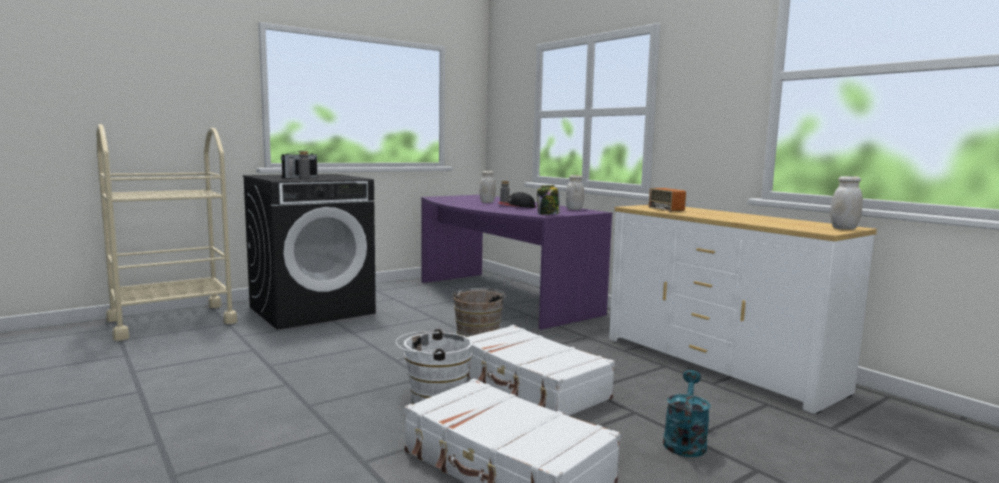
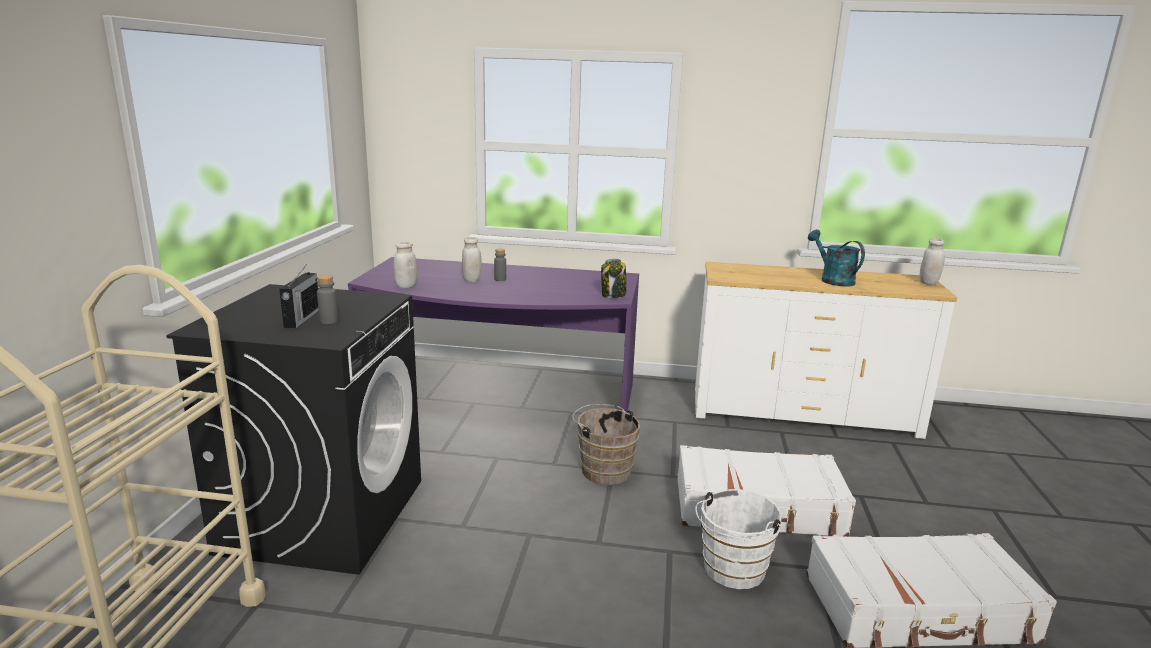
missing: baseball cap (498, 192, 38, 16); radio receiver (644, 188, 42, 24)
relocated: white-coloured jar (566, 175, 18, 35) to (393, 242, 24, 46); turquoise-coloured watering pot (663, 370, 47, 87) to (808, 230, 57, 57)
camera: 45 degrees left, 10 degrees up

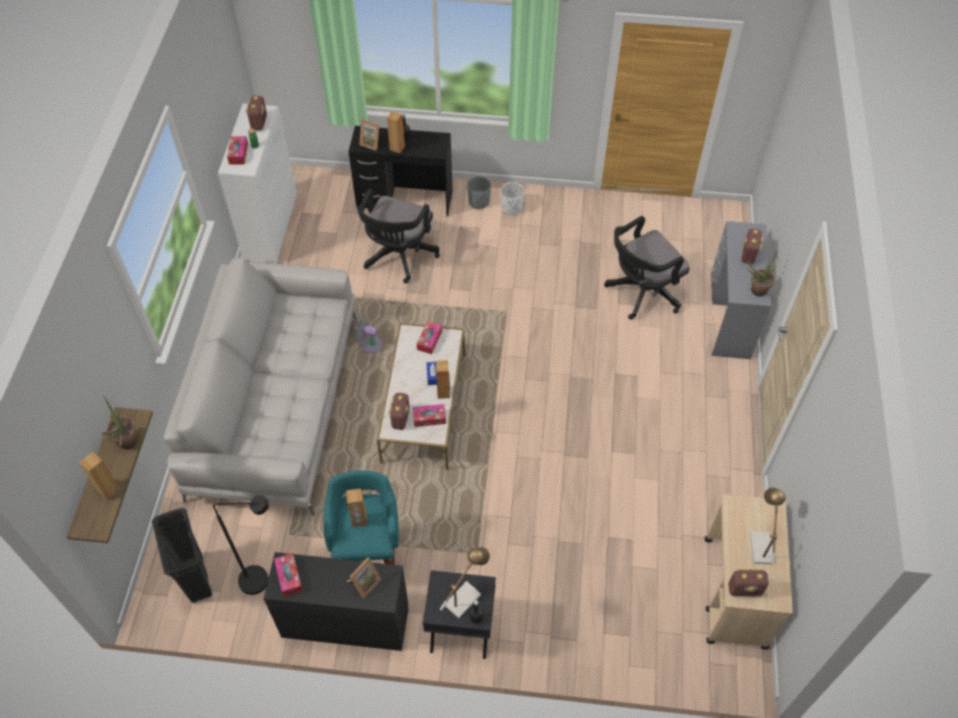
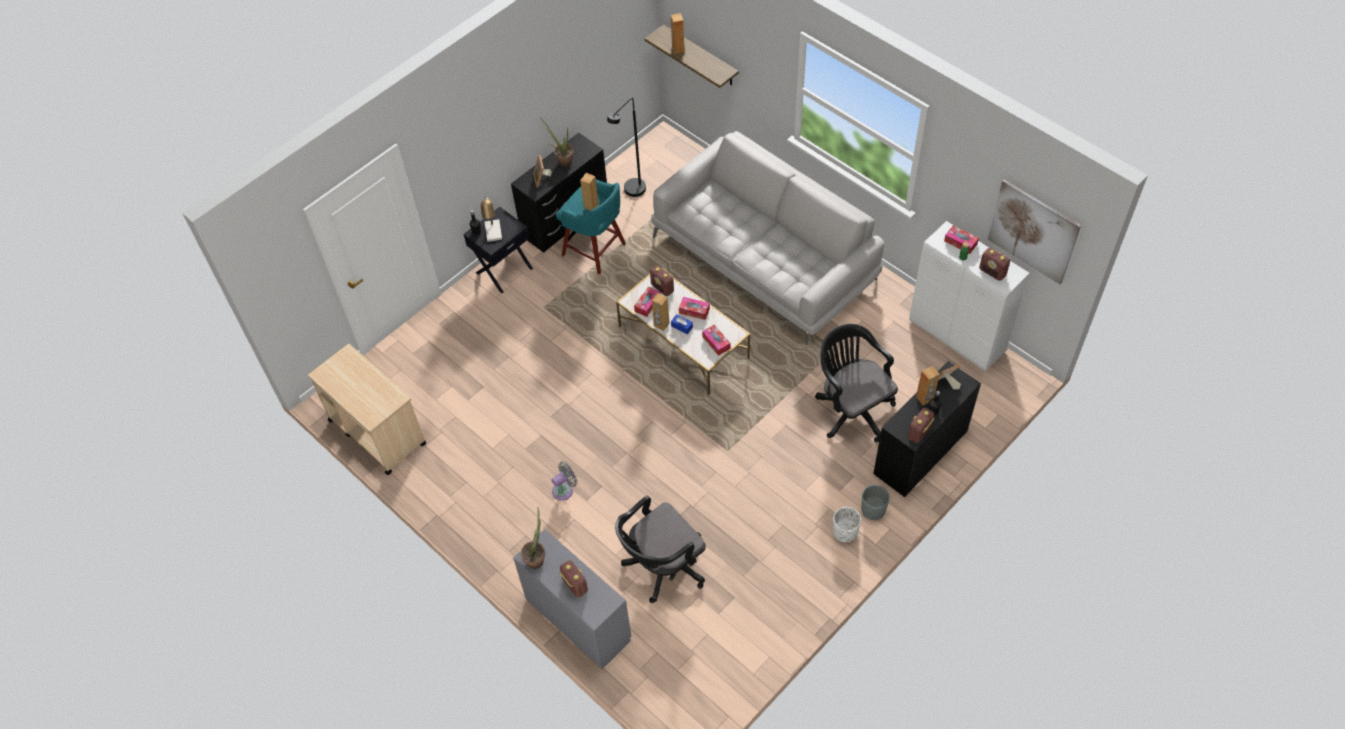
missing: blackish rubbish bin (152, 508, 60, 95); lamp for a table (750, 487, 35, 77)
appeared: picture (988, 180, 93, 104)
relocated: potted plant (102, 396, 35, 53) to (540, 117, 34, 50); tissue holder (274, 553, 29, 43) to (679, 297, 31, 23); gray fan (353, 315, 29, 38) to (552, 461, 26, 40); radio receiver (728, 569, 41, 27) to (908, 408, 26, 35)
spun: blackish office chair (604, 216, 85, 104) = (615, 495, 91, 108) 135 degrees counterclockwise
camera: 130 degrees right, 0 degrees up

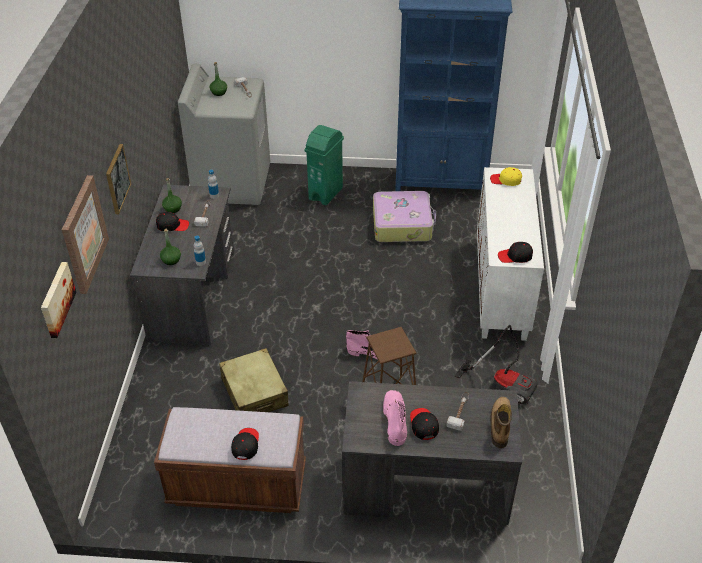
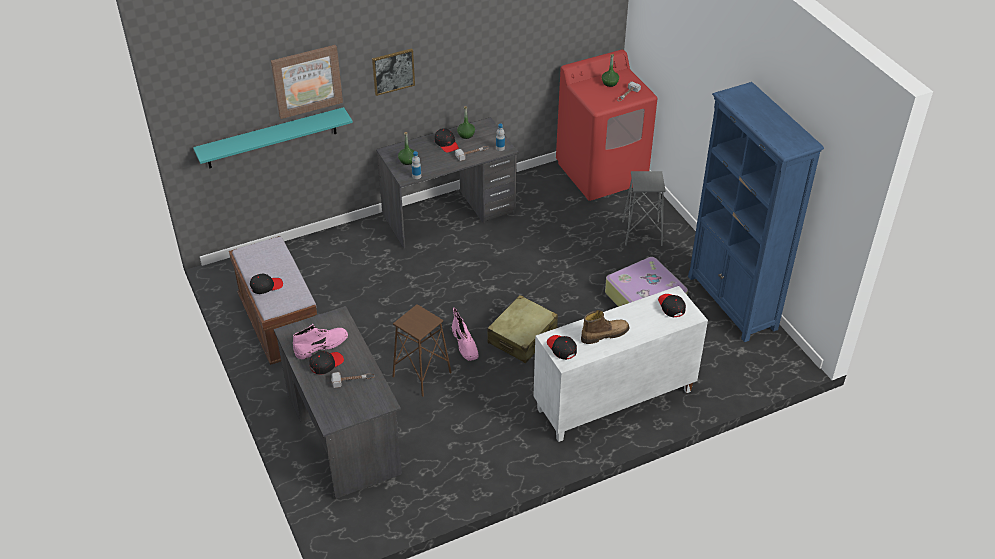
missing: picture (41, 262, 35, 76); hoover (455, 325, 83, 79)
appeared: turquoise-coloured shelf (193, 107, 160, 61)
relocated: sand-coloured suitcase (219, 348, 70, 64) to (487, 295, 71, 68); high-top boot (490, 397, 22, 51) to (581, 310, 48, 34)
exchanged: green-coloured rubbish bin (305, 125, 39, 80) to gray stool seat (622, 171, 44, 75)
colour: gray laundry appliance (178, 64, 92, 141) to red laundry appliance (556, 50, 102, 151); yellow baseball cap (490, 167, 32, 19) to blackish baseball cap (658, 294, 28, 23)
camera: 60 degrees right, 0 degrees up

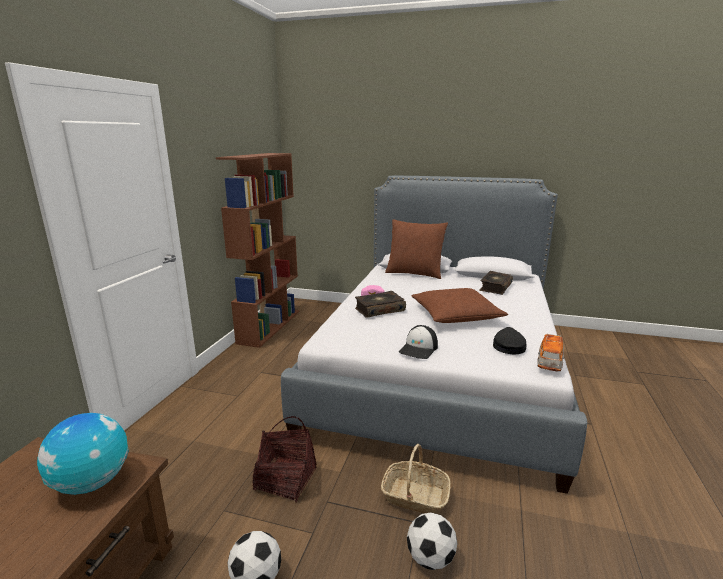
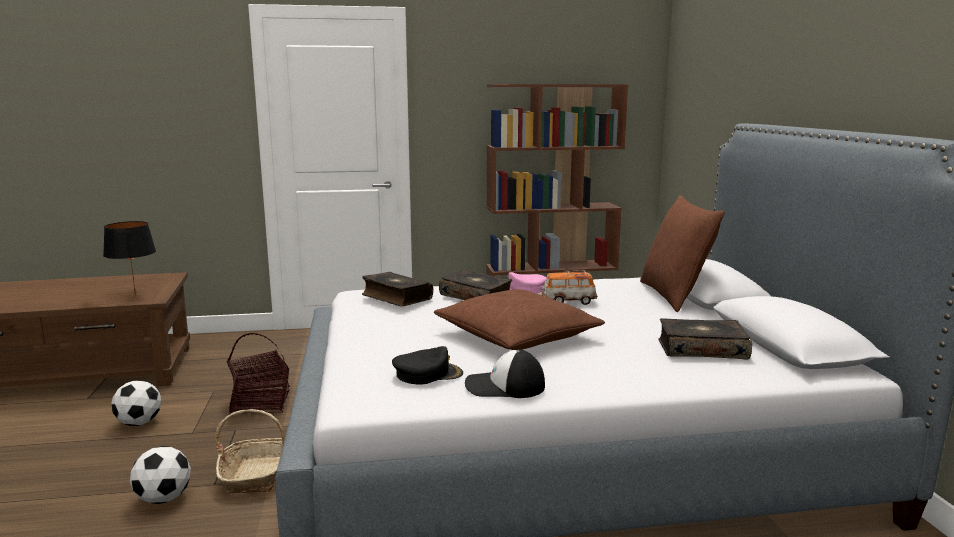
appeared: volume (362, 272, 71, 35)
relocated: baseball cap (399, 325, 39, 34) to (465, 349, 80, 49); model car (537, 333, 27, 38) to (542, 270, 55, 35)
exchanged: world globe (37, 413, 92, 82) to blackish lamp for a table (103, 221, 53, 74)
camera: 65 degrees right, 5 degrees down

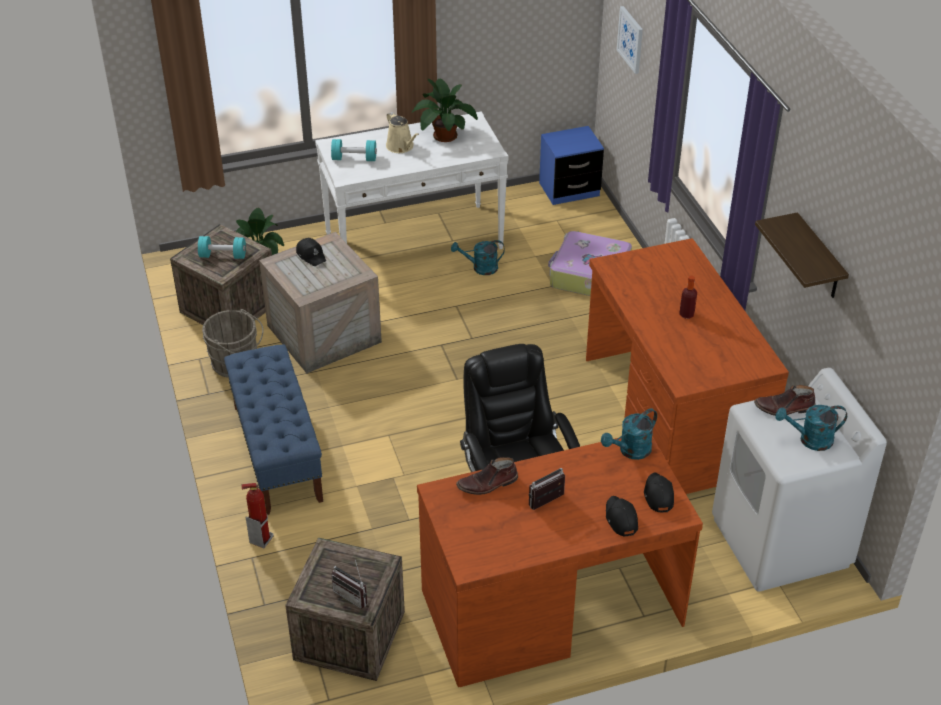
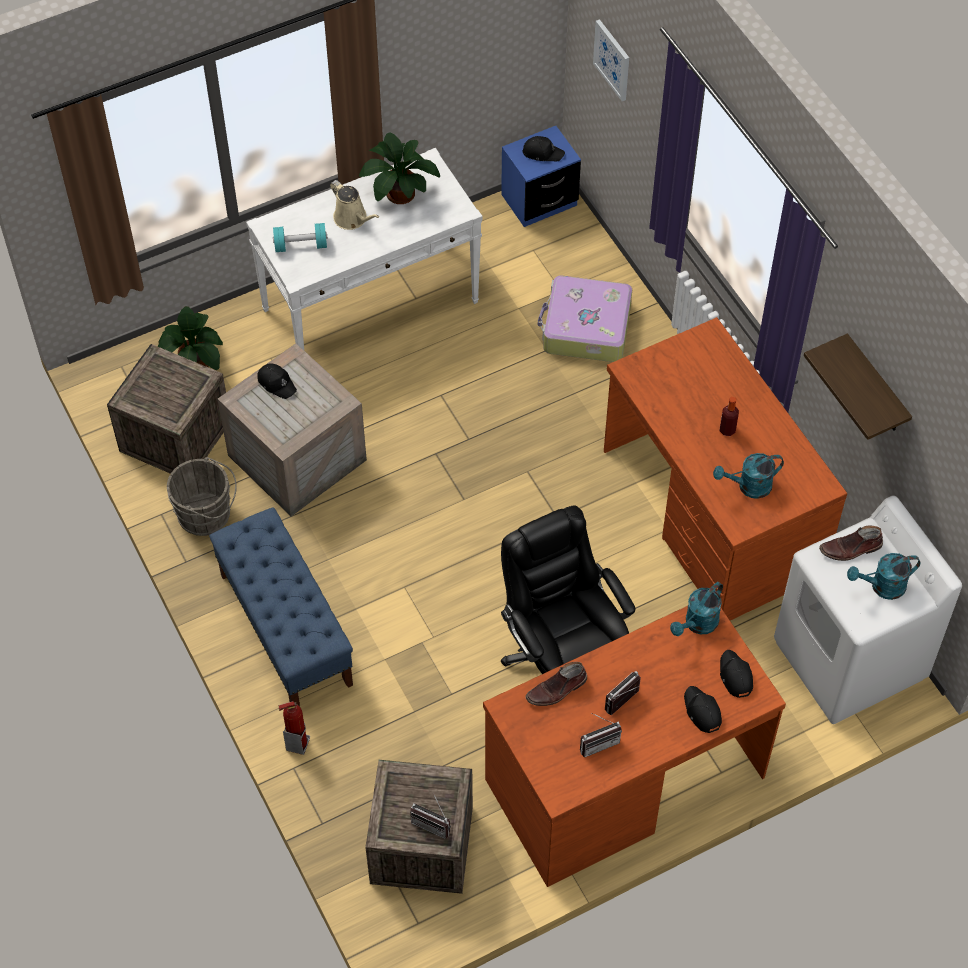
missing: turquoise-coloured free weight (198, 236, 48, 23)
appeared: blackish baseball cap (522, 136, 43, 25); radio receiver (580, 713, 42, 44)
relocated: turquoise-coloured watering pot (451, 240, 54, 35) to (713, 453, 71, 46)
camera: 10 degrees left, 15 degrees up

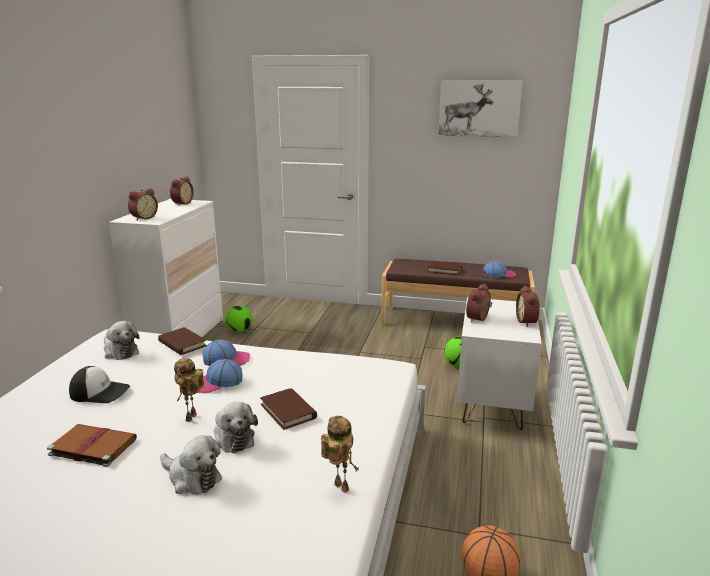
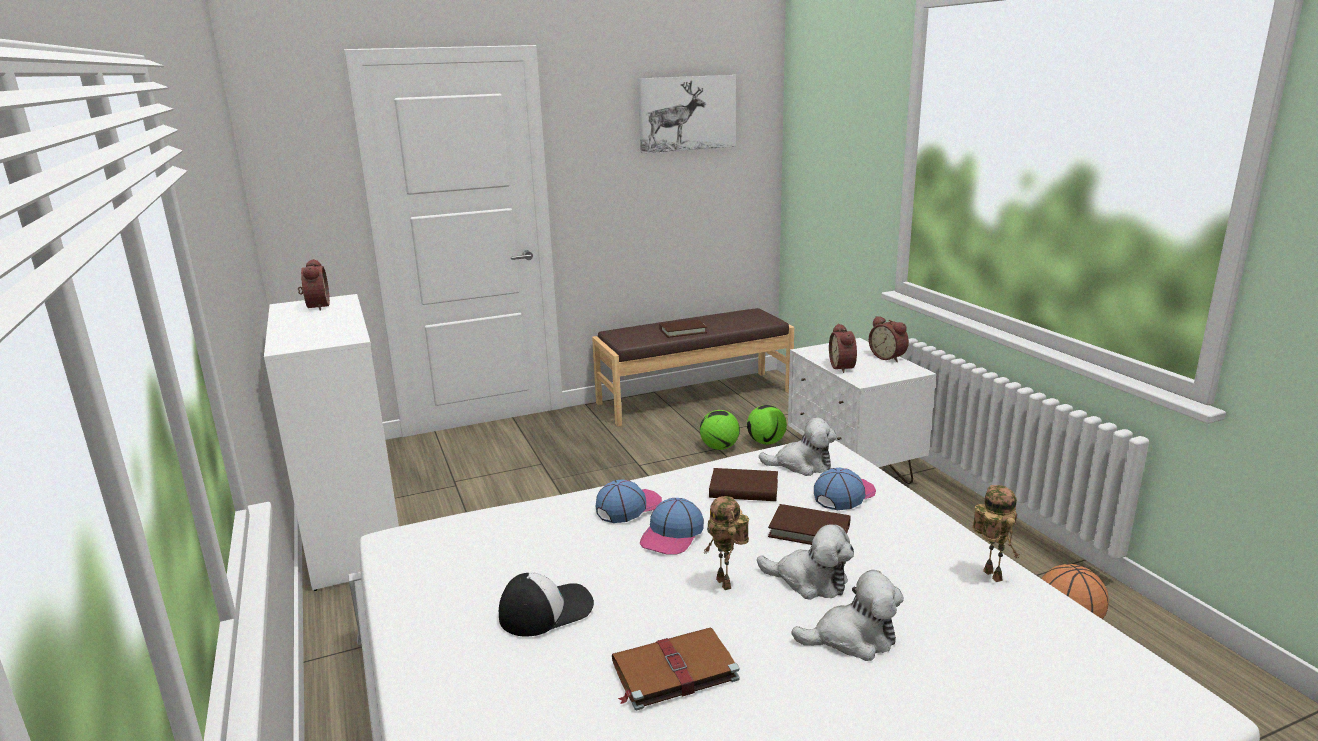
missing: table clock (128, 188, 30, 33)
relocated: plush toy (104, 321, 35, 39) to (759, 417, 78, 59); brownish volume (158, 327, 49, 28) to (709, 468, 69, 33); football (225, 306, 28, 27) to (700, 410, 40, 40); baseball cap (483, 260, 33, 18) to (814, 467, 62, 43)
spun: robot figure (321, 416, 38, 77) = (972, 485, 48, 97) 60 degrees clockwise
camera: 35 degrees left, 0 degrees up

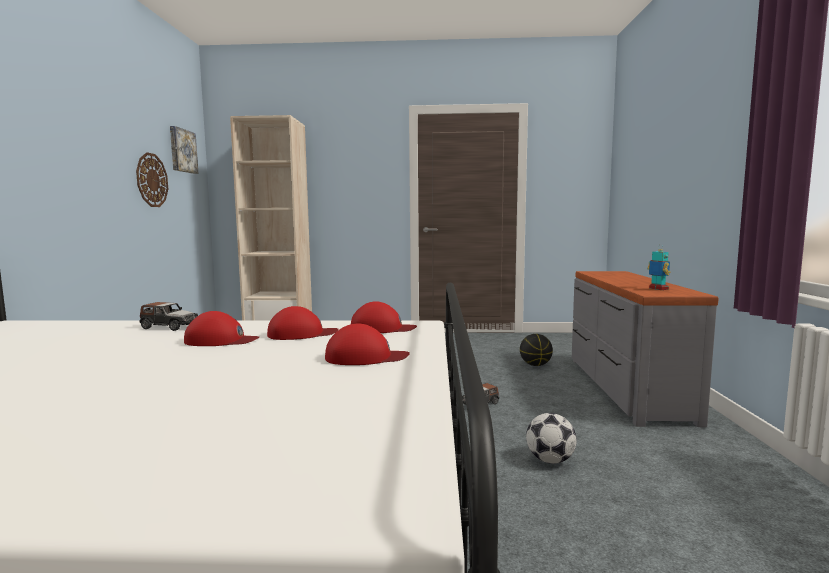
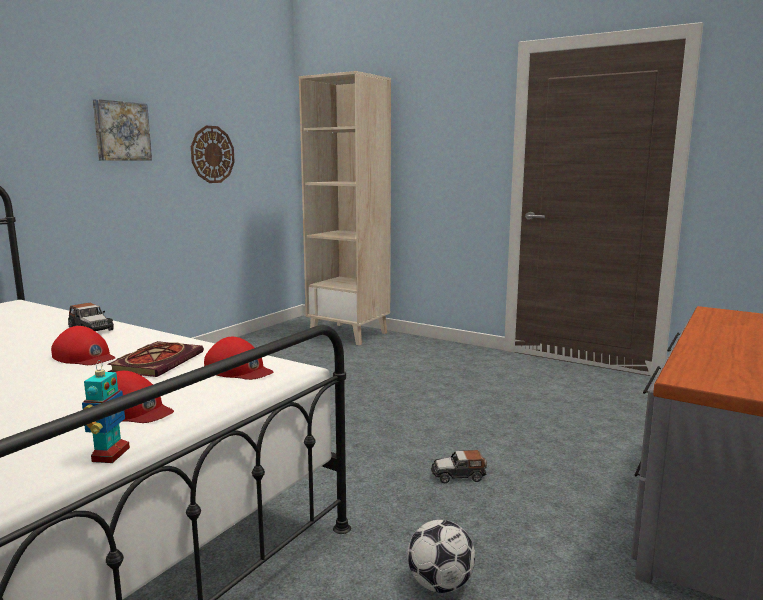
missing: basketball ball (520, 334, 33, 32)
relocated: picture (170, 126, 29, 48) to (93, 99, 59, 62); robot figure (647, 244, 24, 46) to (82, 360, 48, 103)
exchanged: red baseball cap (267, 306, 72, 34) to volume (107, 341, 97, 36)
camera: 30 degrees right, 5 degrees up

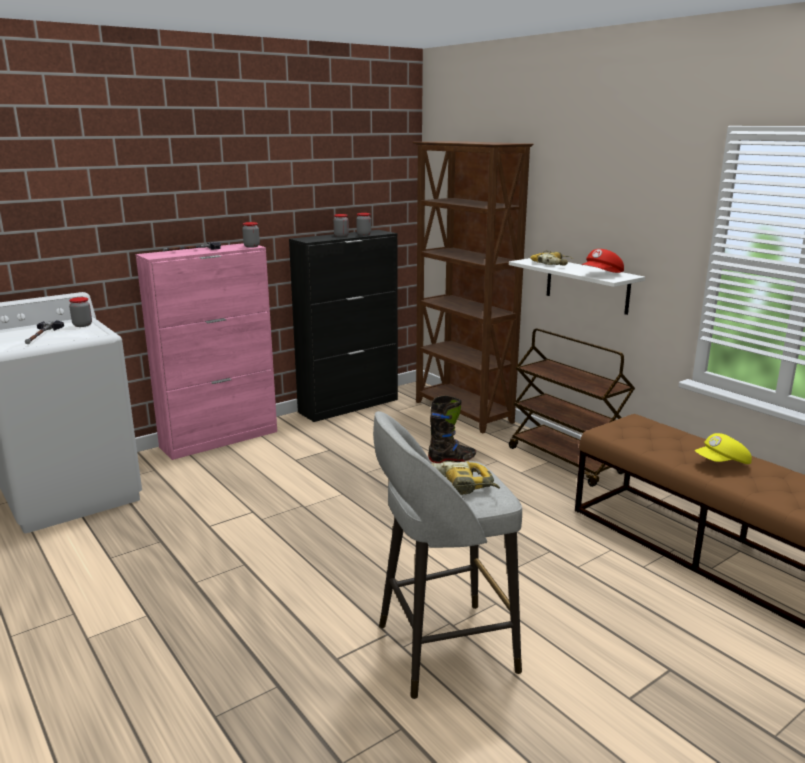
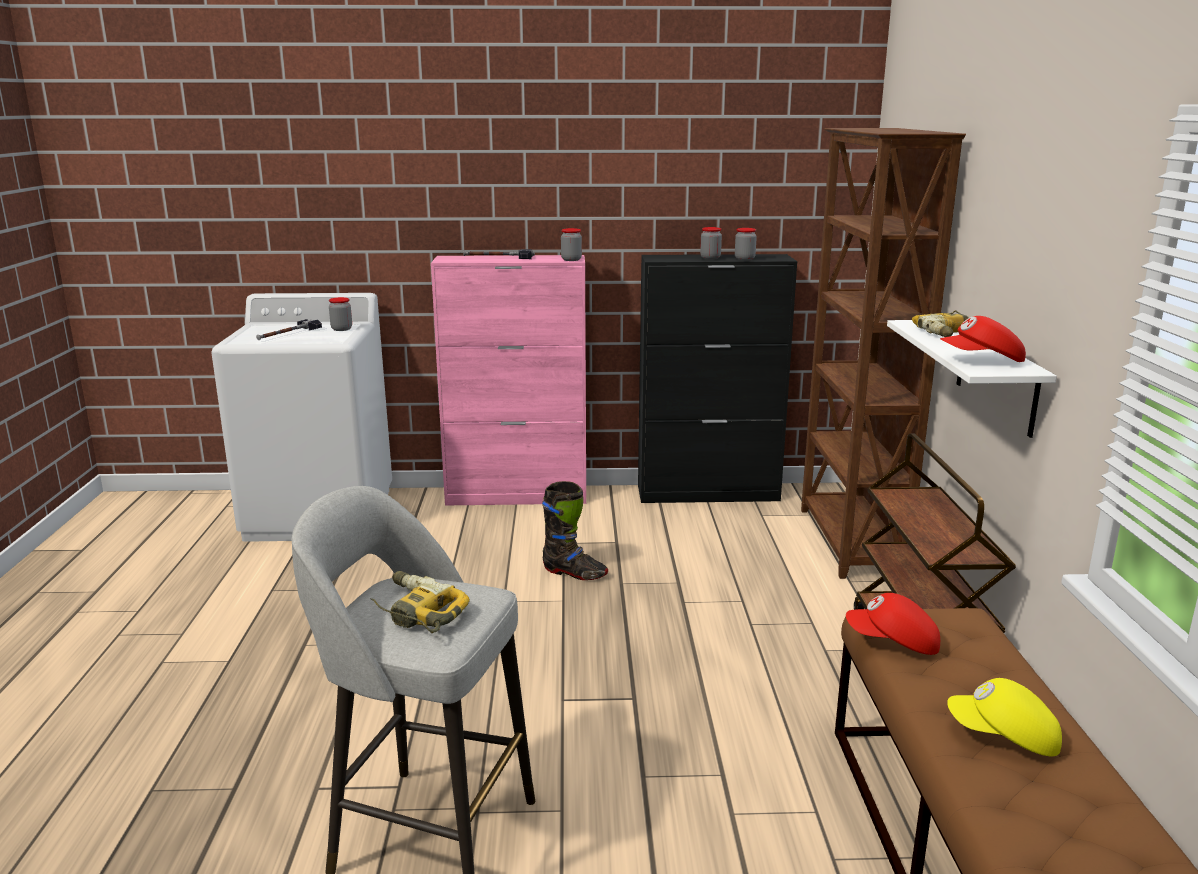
appeared: red baseball cap (846, 593, 94, 62)
relocated: blackish high-top boot (428, 395, 48, 68) to (542, 481, 66, 99)
camera: 35 degrees right, 0 degrees up

